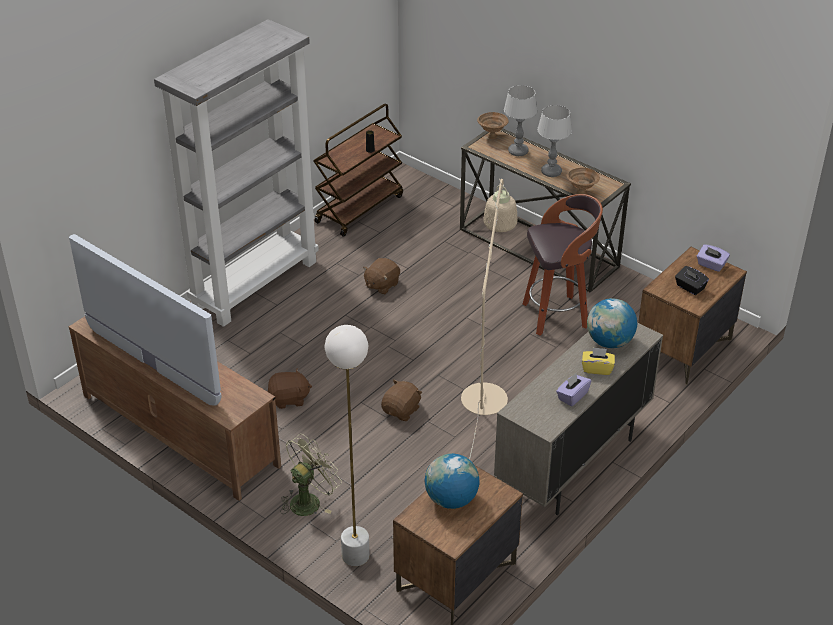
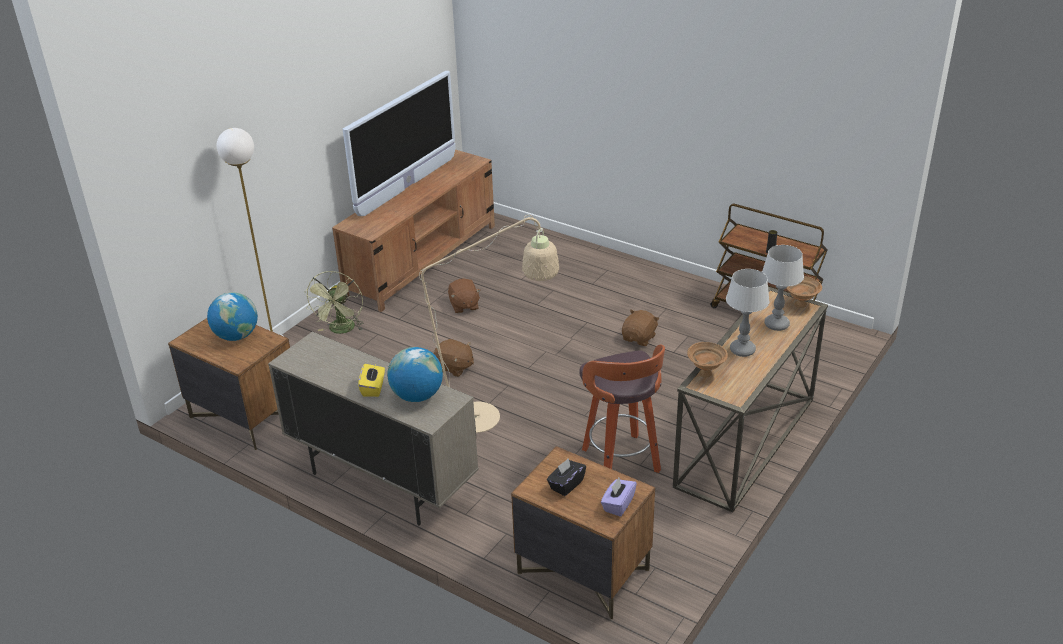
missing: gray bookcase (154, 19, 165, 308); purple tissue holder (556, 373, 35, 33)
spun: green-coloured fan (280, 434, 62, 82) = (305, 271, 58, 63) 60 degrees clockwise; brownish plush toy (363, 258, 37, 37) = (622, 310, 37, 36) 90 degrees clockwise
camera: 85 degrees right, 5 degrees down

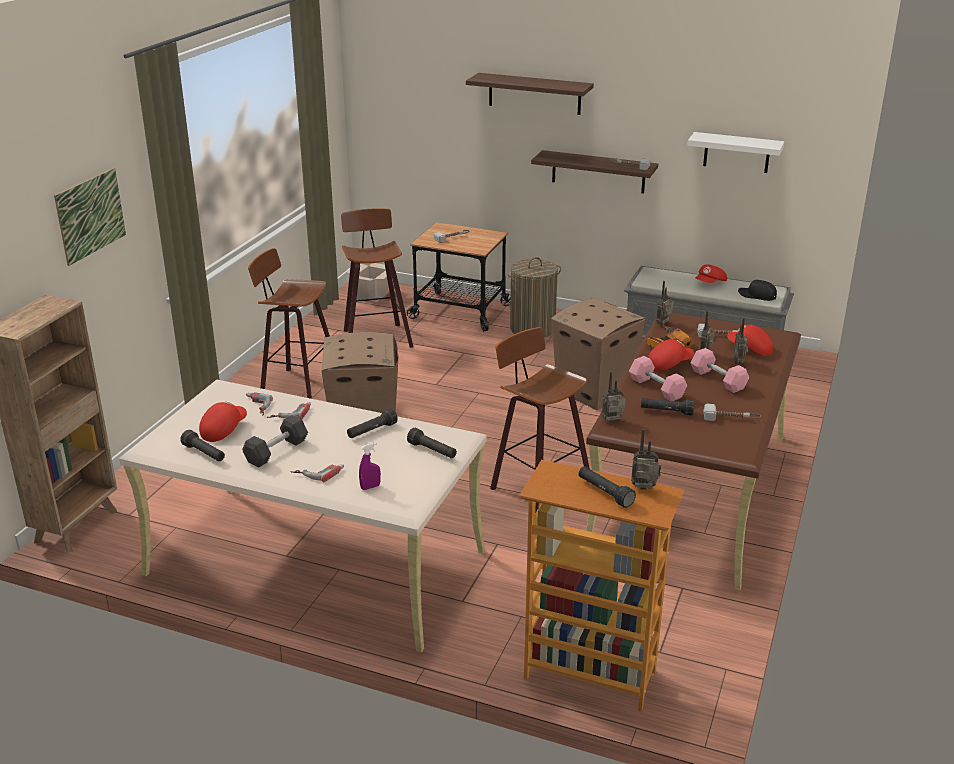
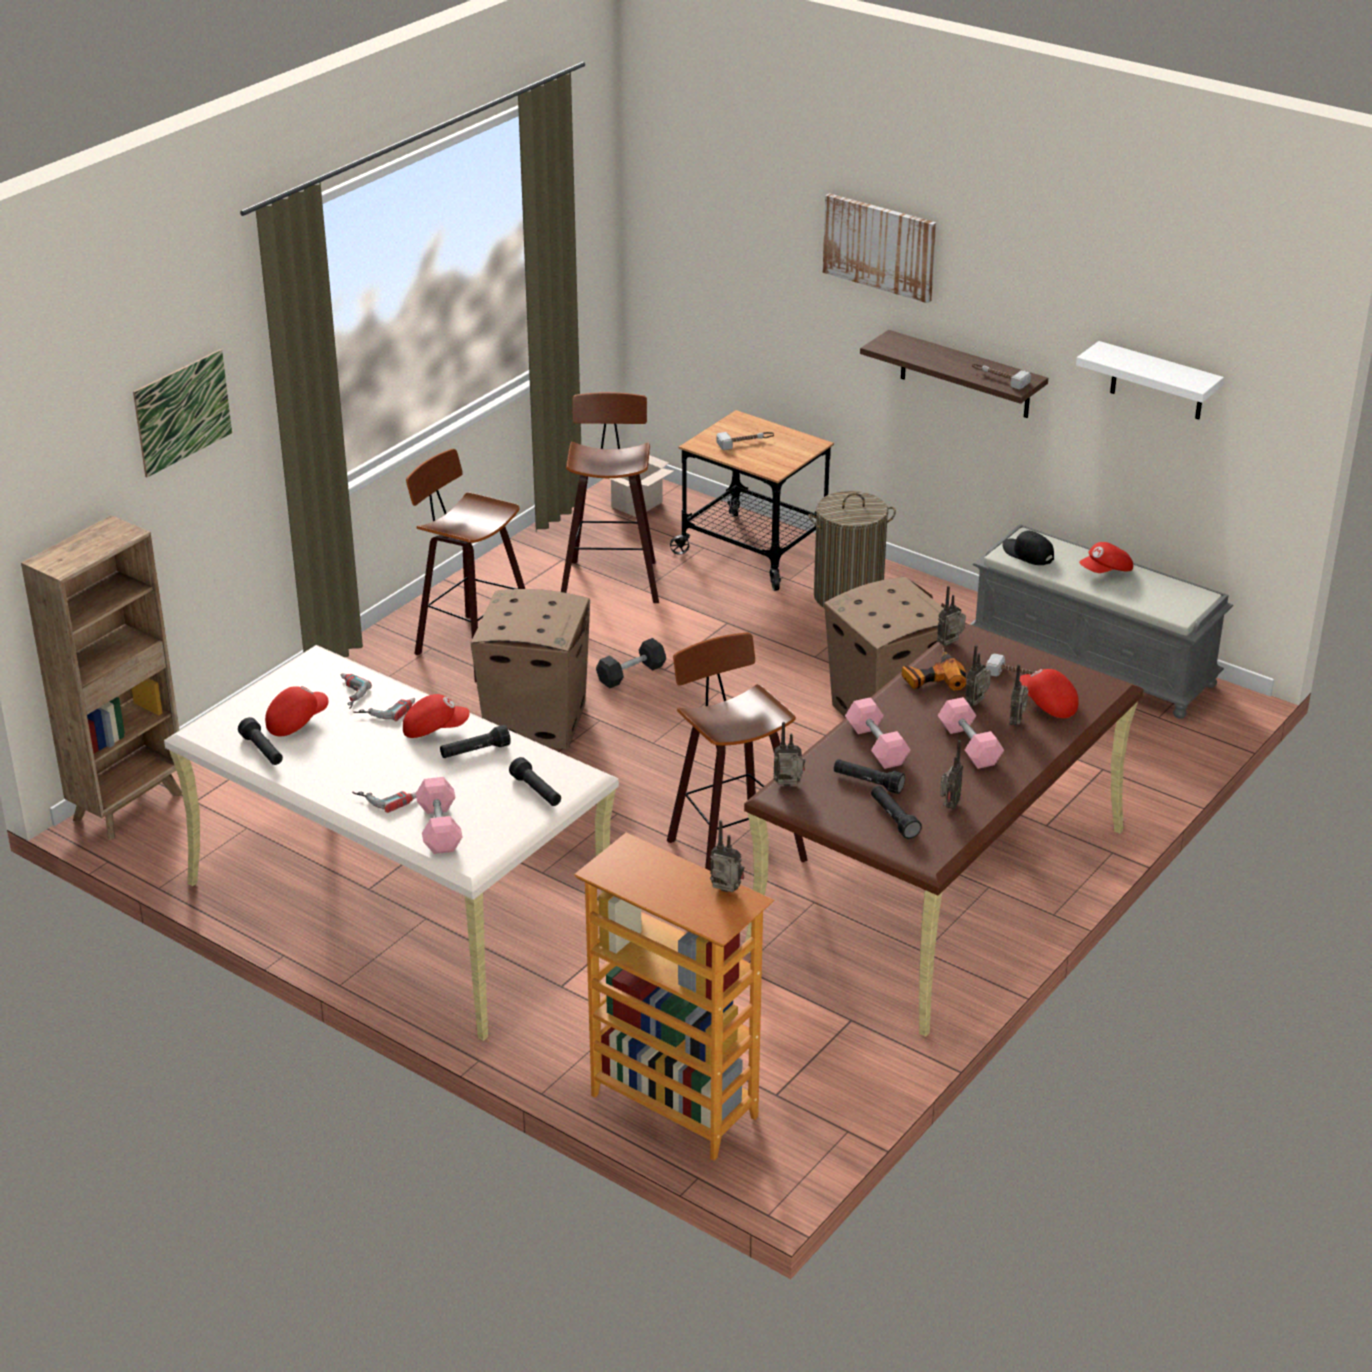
relocated: gray free weight (242, 415, 66, 52) to (596, 638, 70, 50); blackish hand torch (579, 466, 57, 42) to (871, 786, 51, 53); red baseball cap (648, 339, 46, 32) to (403, 694, 67, 44); blackish baseball cap (738, 280, 39, 21) to (1002, 531, 52, 34)
exchanged: purple spray bottle (359, 443, 22, 47) to pink-coloured free weight (416, 777, 46, 77); shelf (466, 73, 128, 42) to picture (823, 193, 113, 110); tool hammer (703, 404, 58, 17) to radio receiver (940, 740, 23, 69)
camera: 15 degrees right, 5 degrees up

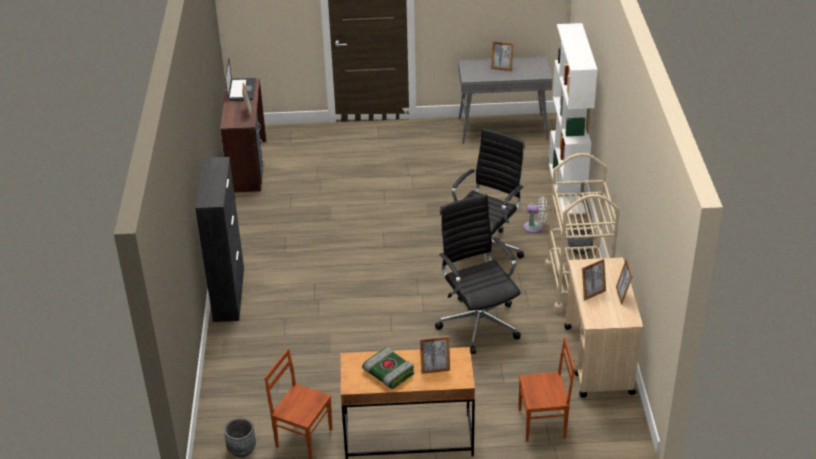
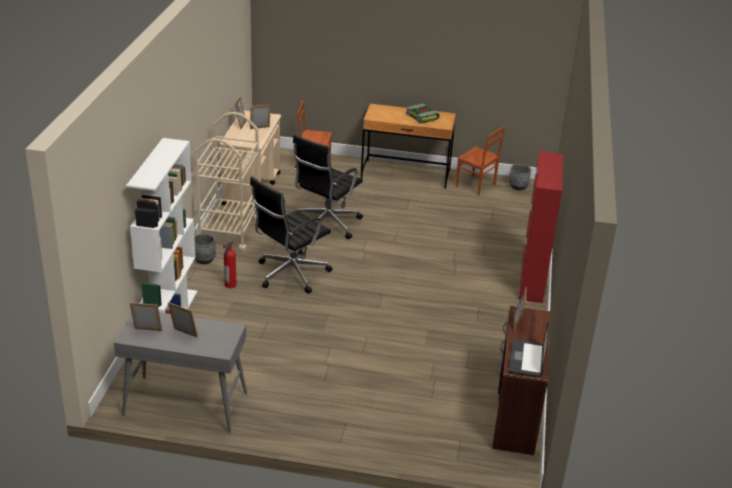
relocated: standing frame (420, 336, 30, 38) to (130, 302, 32, 29)
exchanged: white-coloured fan (523, 197, 24, 36) to fire-fighting cylinder (223, 242, 14, 46)
colour: blackish cabinet (195, 157, 49, 165) to red cabinet (519, 151, 44, 152)
spun: blackish office chair (435, 194, 86, 160) = (293, 134, 70, 105) 45 degrees clockwise
camera: 170 degrees left, 5 degrees down

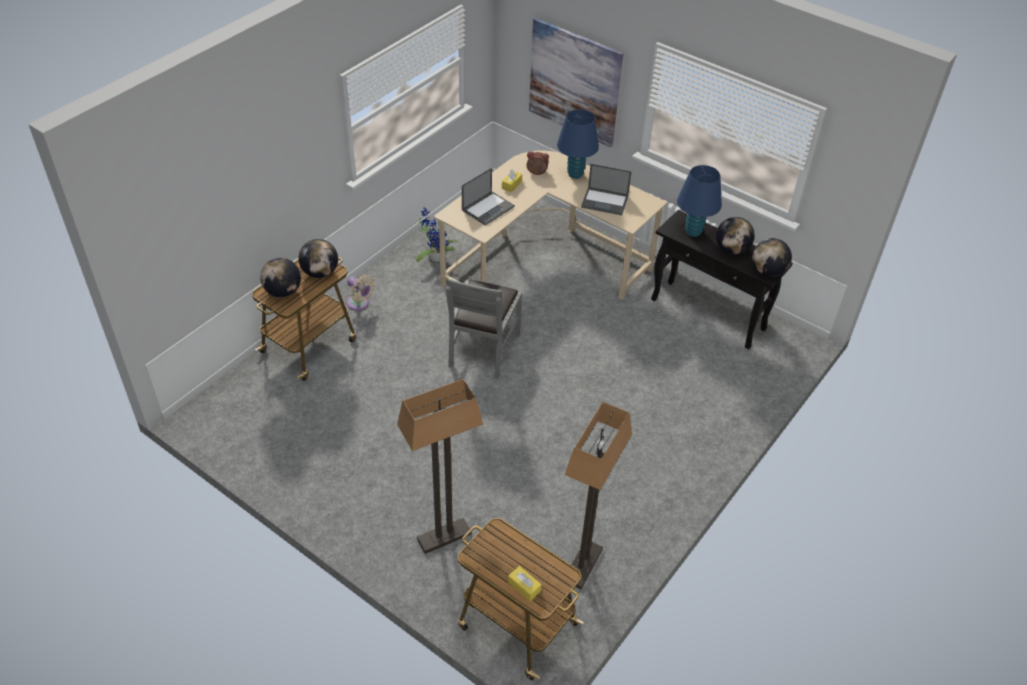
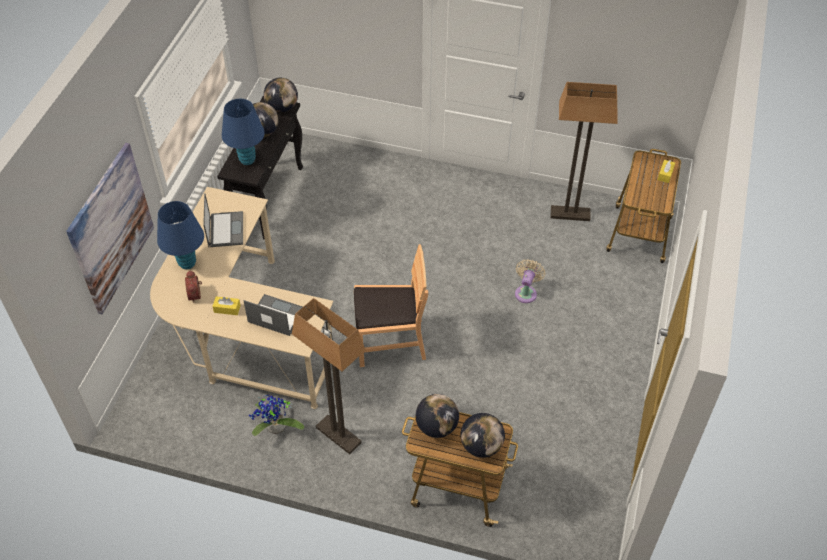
relocated: sand-coloured fan (347, 275, 28, 36) to (515, 259, 31, 44); standing lamp (397, 379, 86, 175) to (292, 298, 74, 156)
colour: gray upright chair (446, 279, 76, 100) to brownish upright chair (354, 244, 74, 123)
camera: 110 degrees left, 5 degrees up

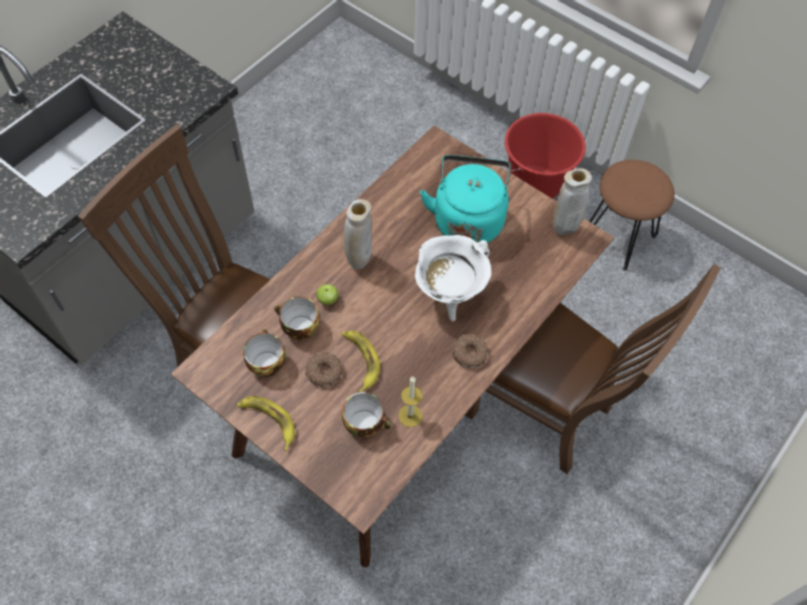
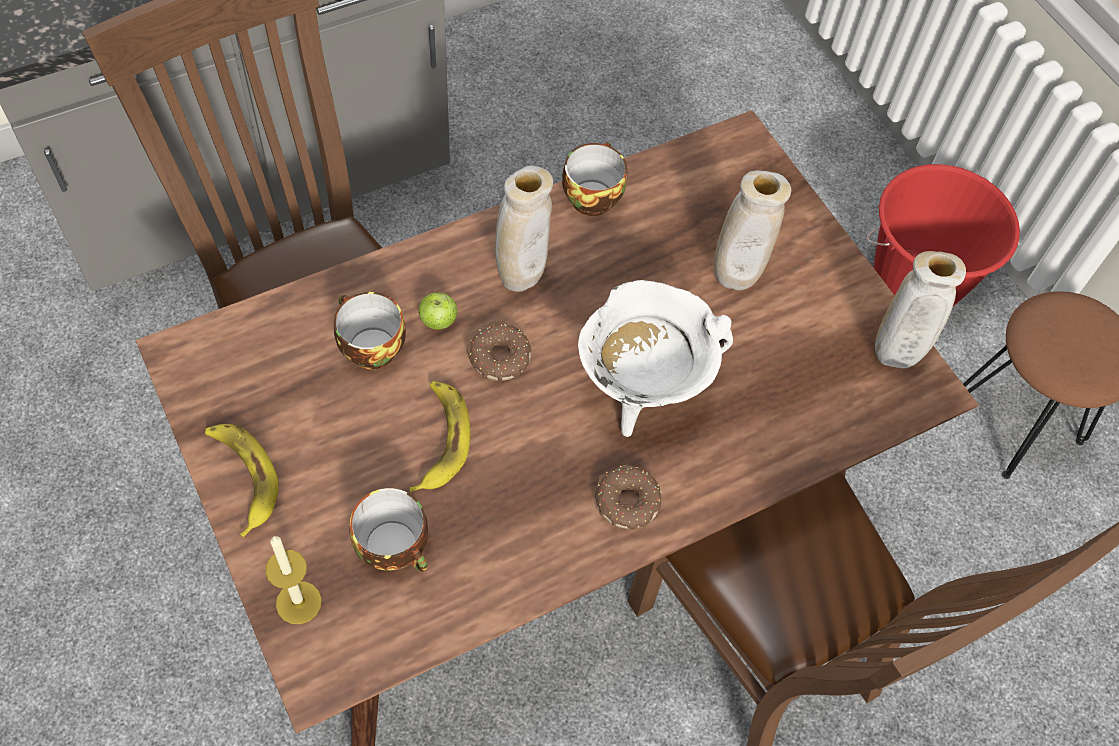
relocated: drinking cup (243, 329, 42, 48) to (562, 142, 65, 74); donut (305, 352, 37, 35) to (466, 323, 66, 58); candle (399, 377, 23, 50) to (265, 537, 57, 87)
exchanged: turquoise-coloured tea kettle (420, 155, 91, 88) to sand-coloured vase (714, 170, 77, 120)
camera: 20 degrees right, 0 degrees up

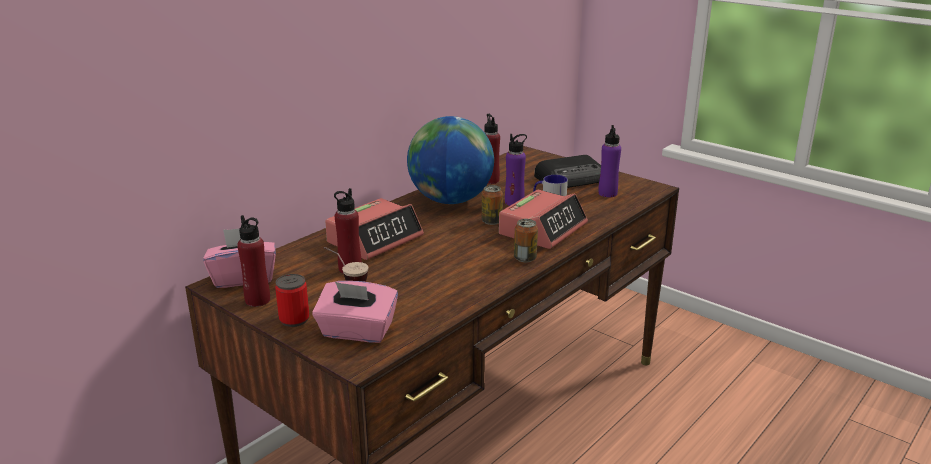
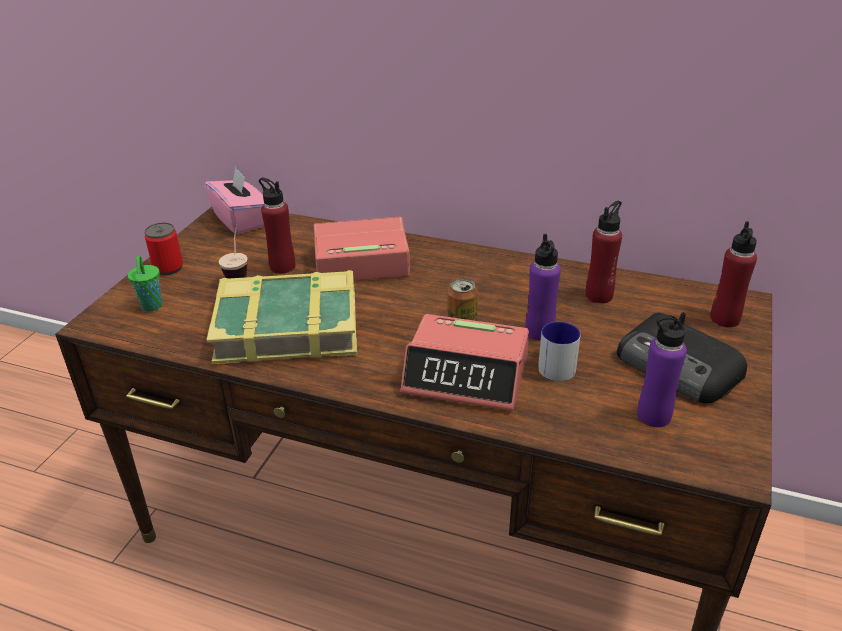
missing: world globe (407, 116, 87, 88); sealed can (514, 219, 24, 43)
appeared: volume (207, 270, 150, 94)
relocated: red drink bottle (237, 215, 33, 92) to (710, 221, 47, 107)
exchanged: pink-coloured tissue holder (312, 281, 86, 62) to green-coloured drinking cup (128, 255, 35, 56)
spun: table clock (325, 198, 99, 62) = (313, 217, 97, 64) 150 degrees clockwise
camera: 70 degrees right, 10 degrees up

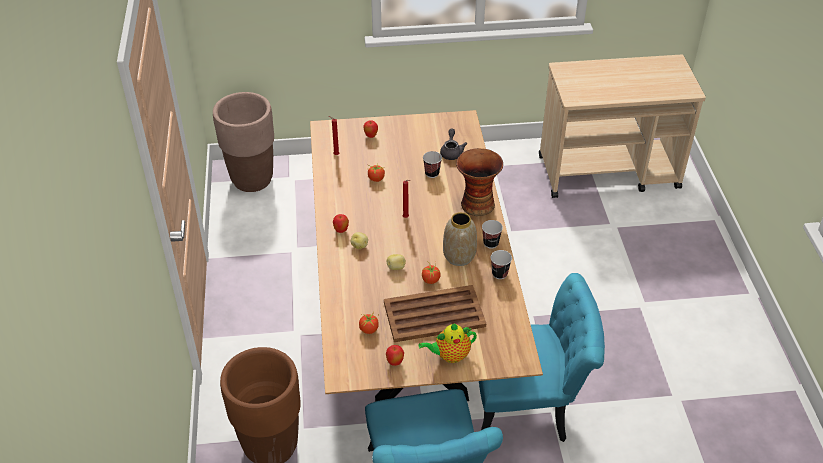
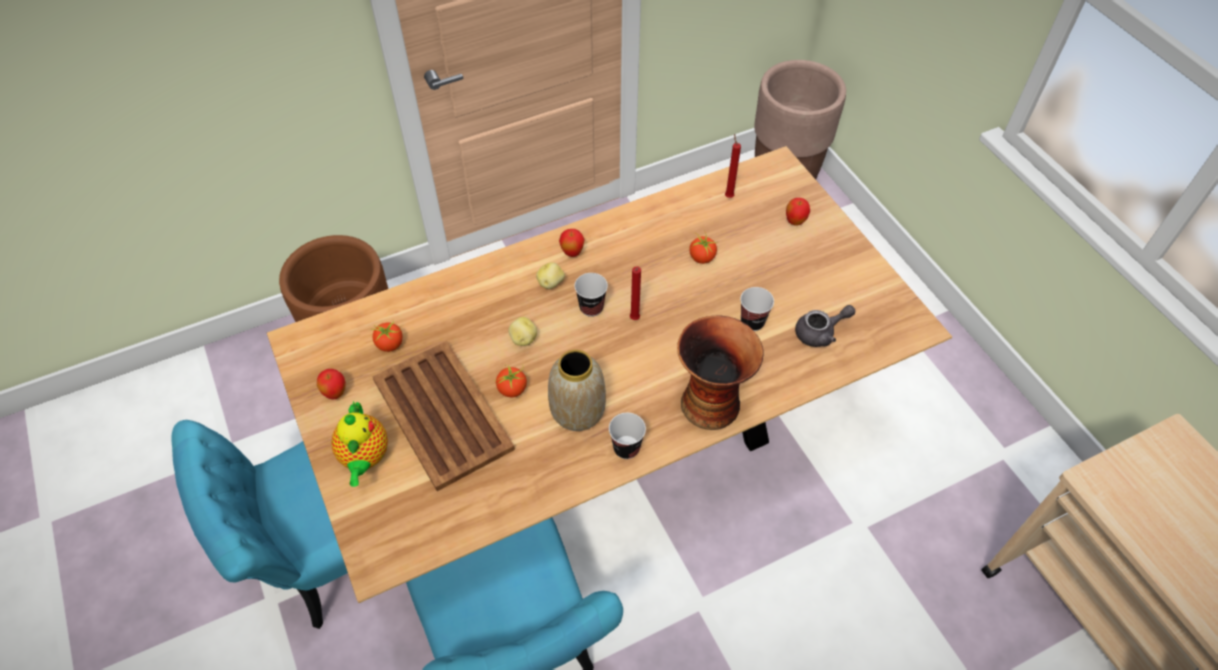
relocated: drinking cup (491, 250, 21, 29) to (574, 273, 34, 44)
spun: tea pot (419, 323, 58, 40) = (331, 401, 57, 86) 150 degrees counterclockwise
camera: 70 degrees right, 10 degrees up

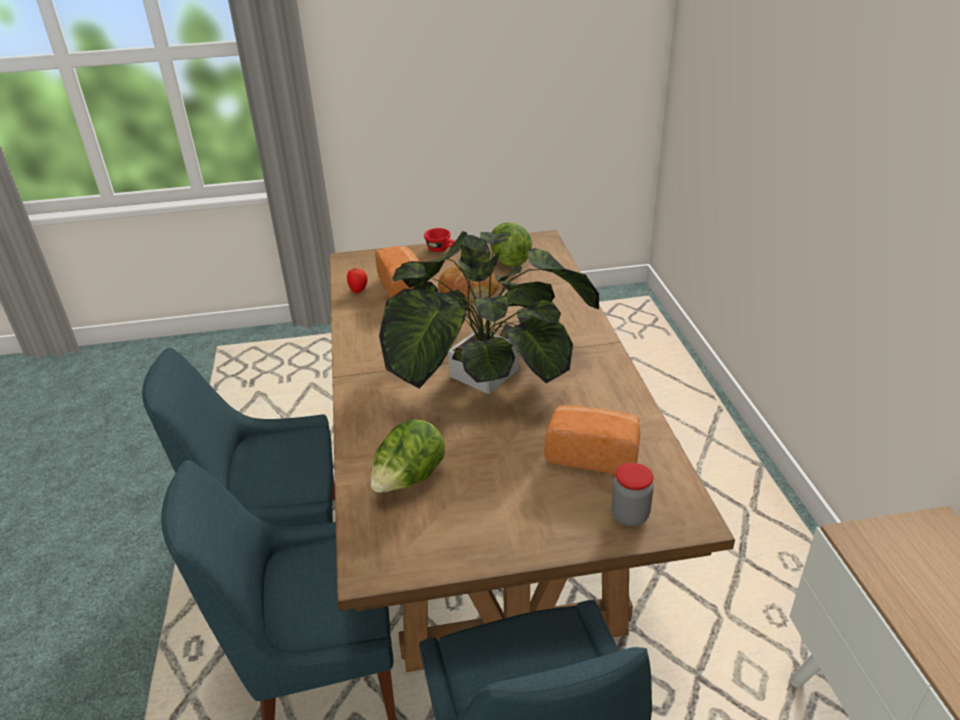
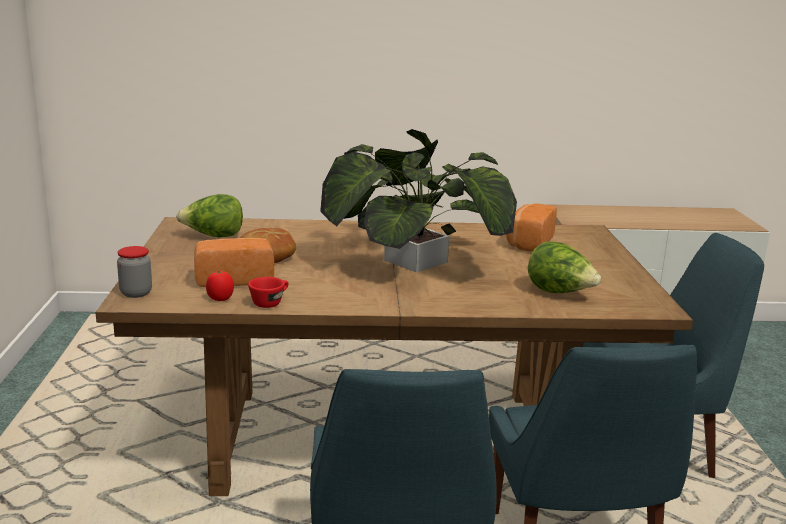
relocated: red drinking cup (424, 228, 31, 24) to (248, 277, 41, 31); jar (611, 463, 43, 63) to (117, 246, 35, 52)
camera: 85 degrees left, 15 degrees down

